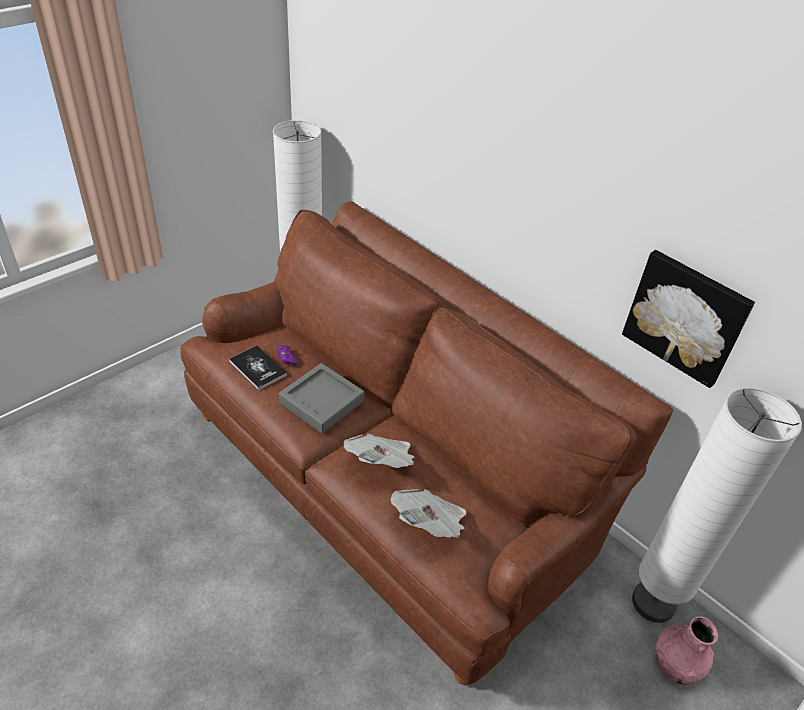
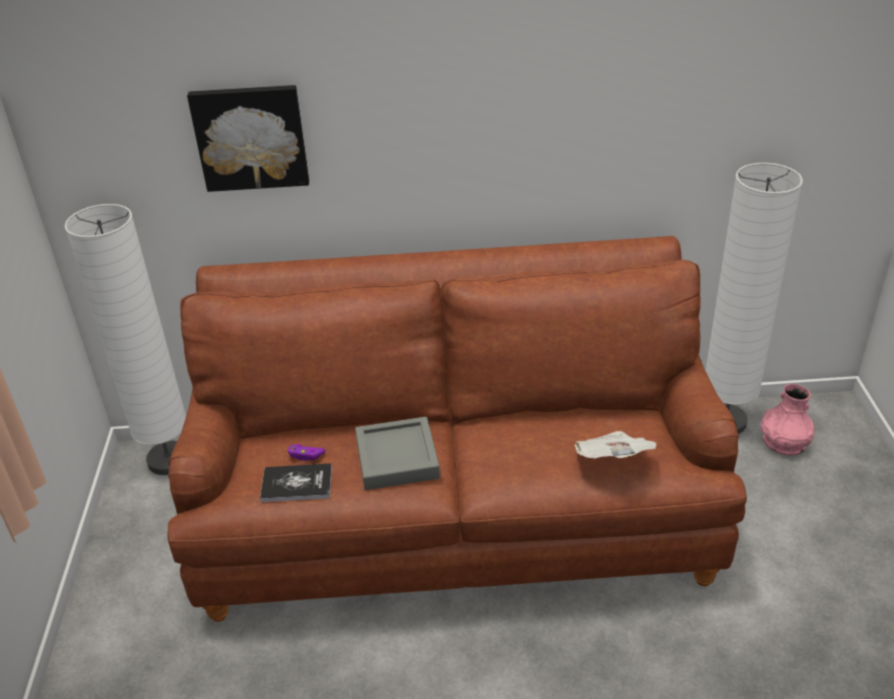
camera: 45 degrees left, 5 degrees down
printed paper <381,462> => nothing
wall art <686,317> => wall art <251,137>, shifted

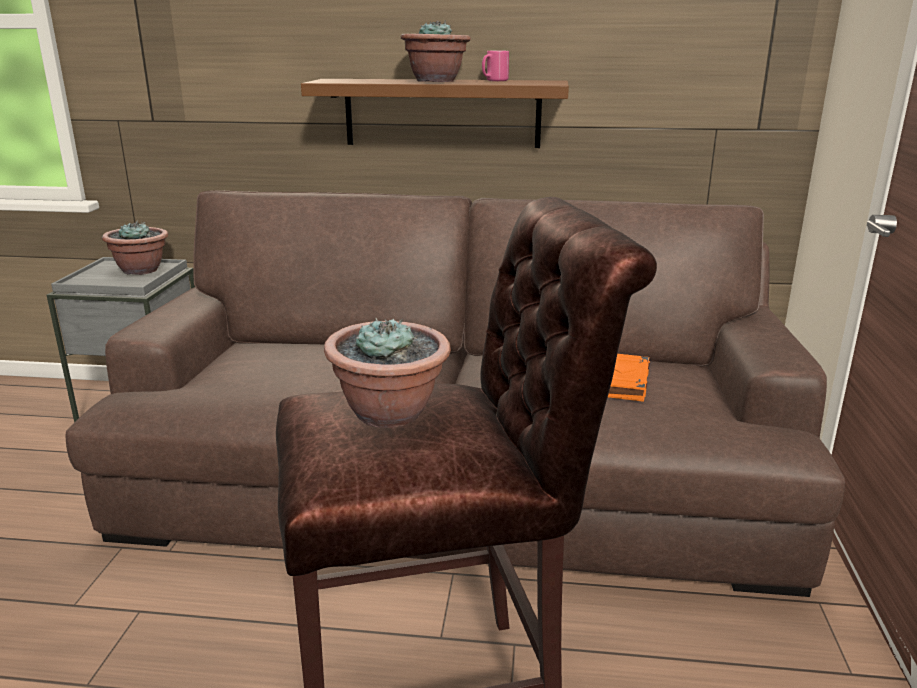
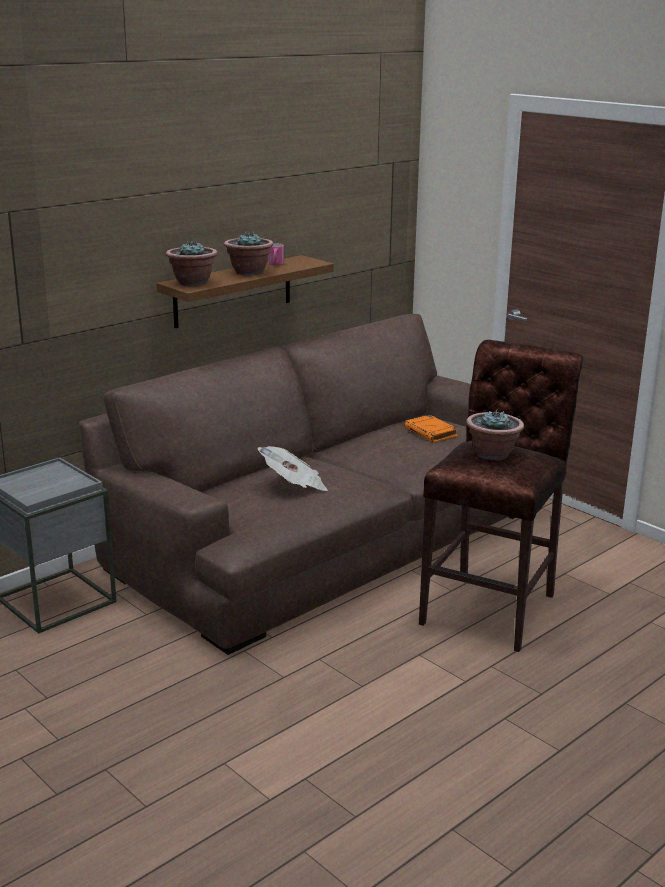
camera: 50 degrees left, 0 degrees up
plant in a pot <141,270> => plant in a pot <192,283>, shifted
nothing => printed paper <294,485>

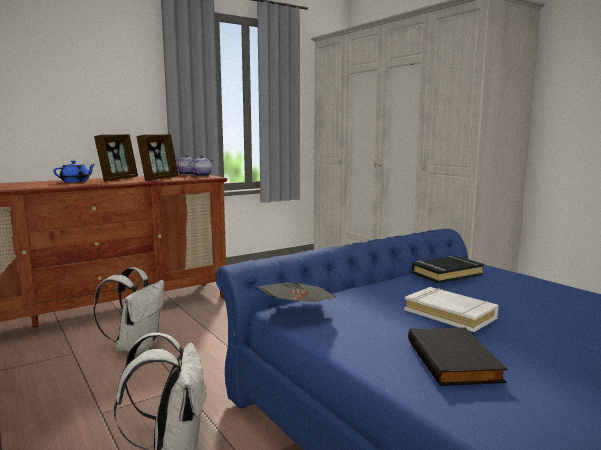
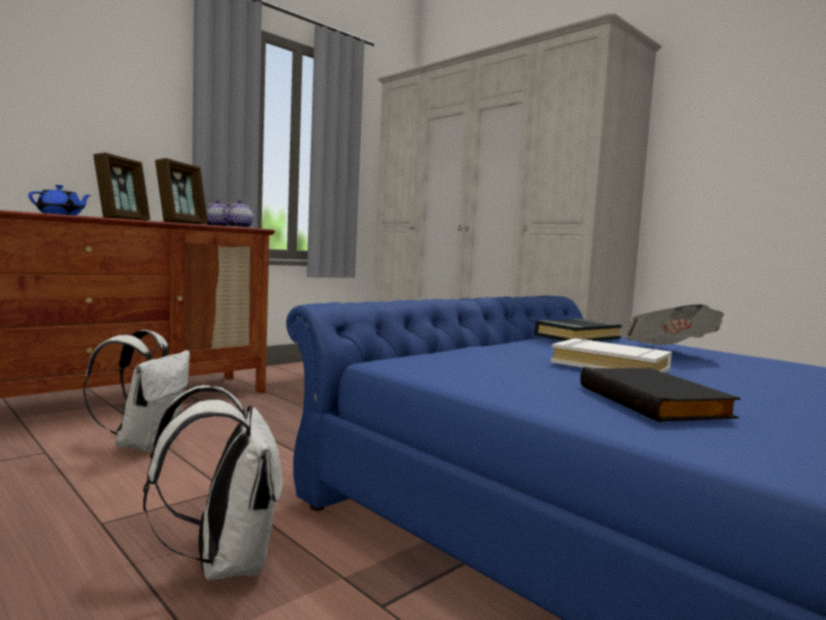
camera: 10 degrees left, 5 degrees down
printed paper <298,314> => printed paper <669,351>, shifted

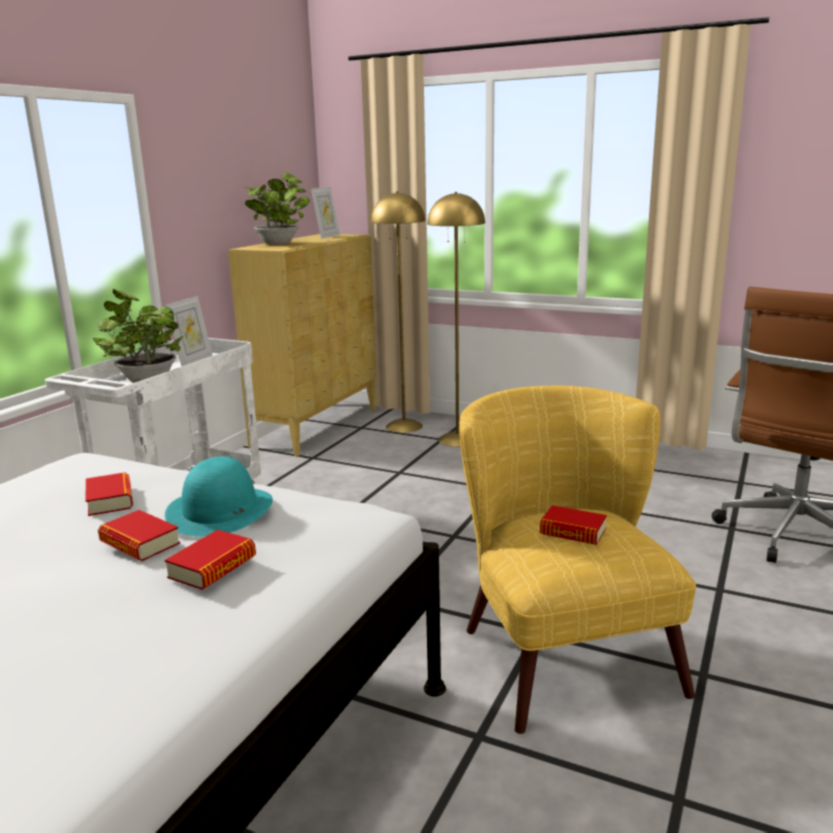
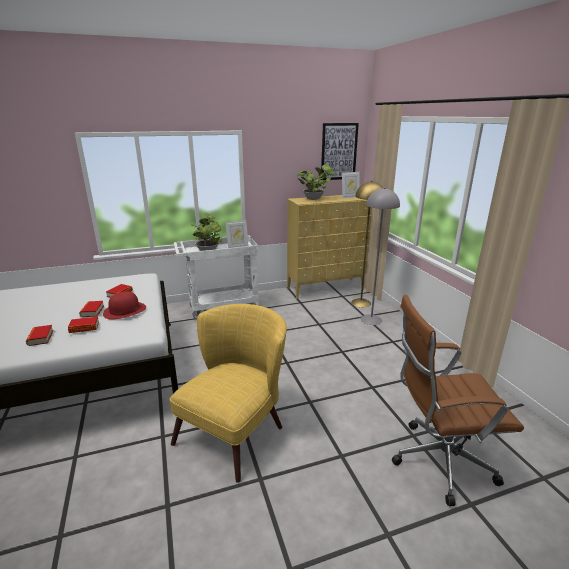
camera: 45 degrees right, 5 degrees up
blue-green hat <220,510> => red hat <124,310>
yellow-coloured standard lamp <457,439> => greyish standard lamp <371,319>
volume <572,531> => volume <40,338>, shifted
nothing => wall art <339,151>

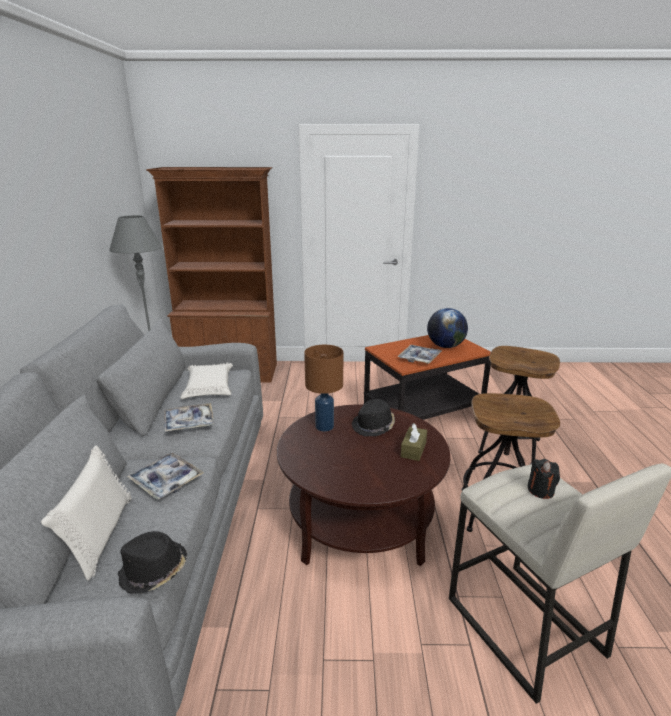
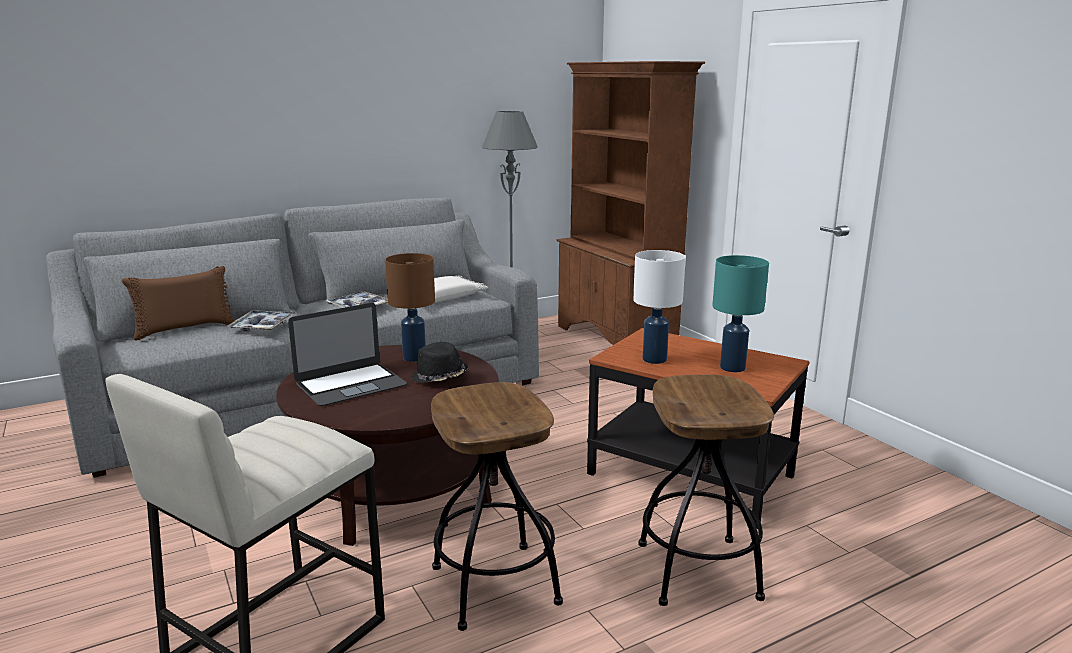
camera: 60 degrees right, 5 degrees down
white cushion <100,535> => brownish cushion <184,329>
black hat <153,572> => nothing
carrying tray <419,358> => white lamp for a table <655,359>
brownish tissue holder <413,449> => nothing
desk globe <445,346> => blue-green lamp for a table <732,367>
black wax candle <540,490> => nothing
nothing => notebook computer <351,384>

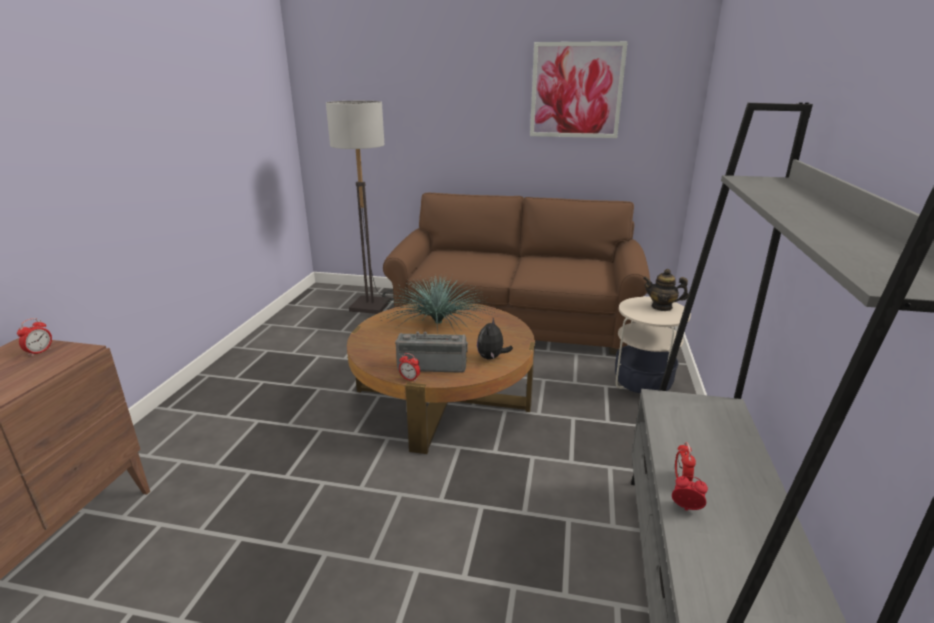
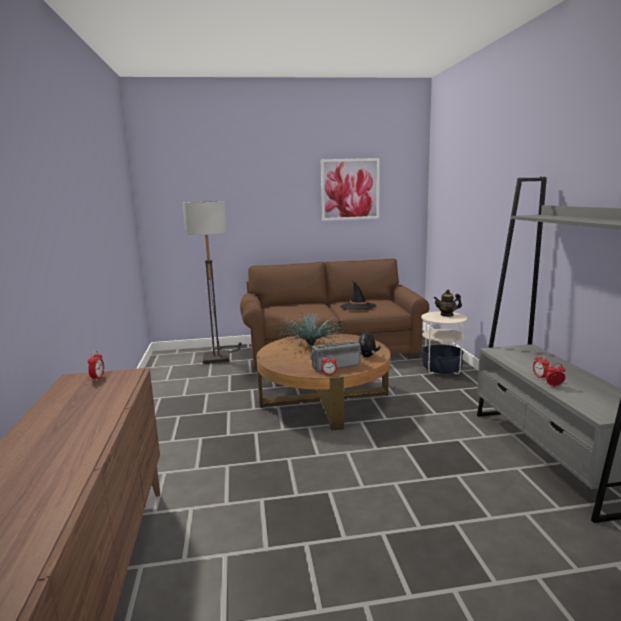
camera: 20 degrees left, 10 degrees down
nothing => black hat <358,306>

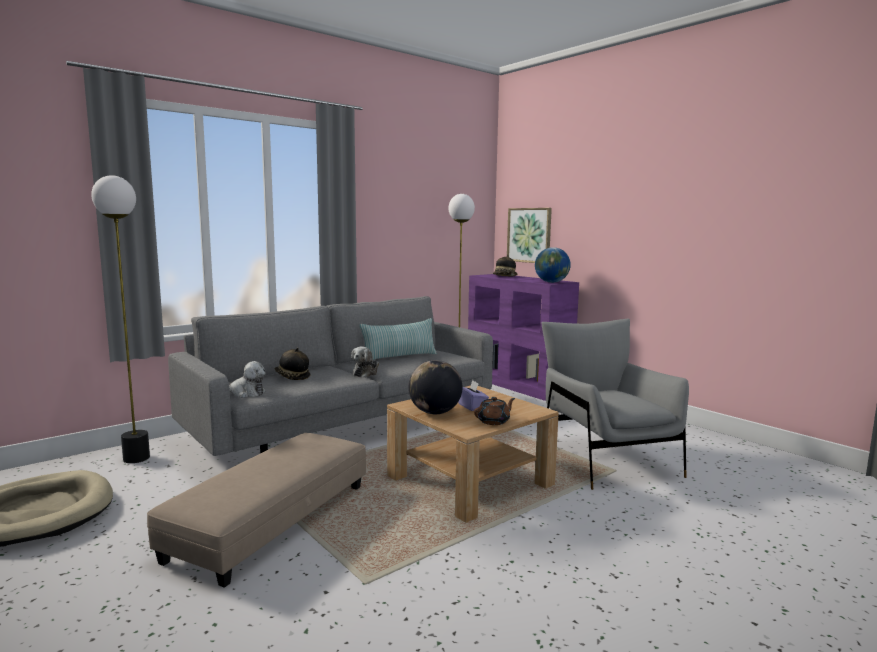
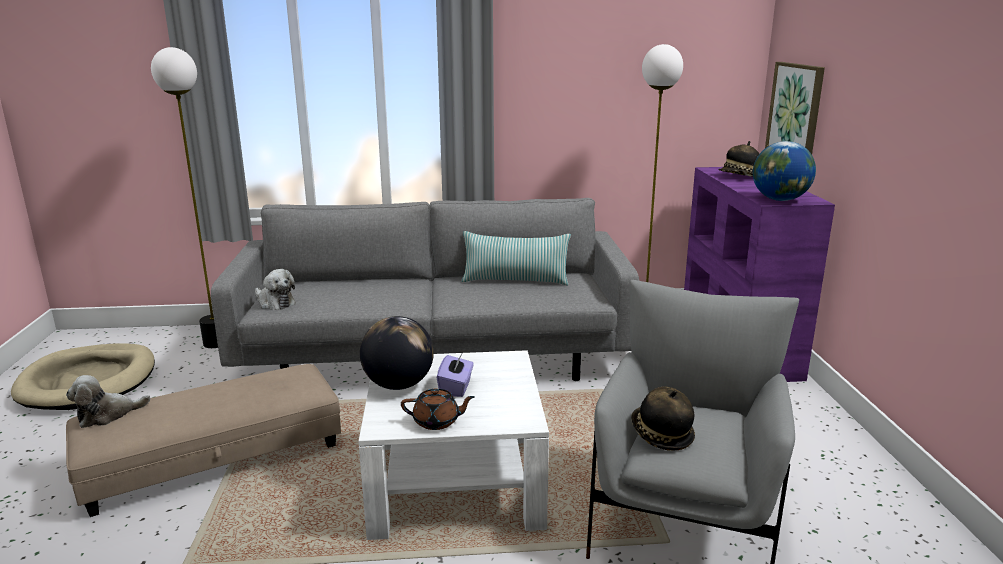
camera: 35 degrees right, 10 degrees up
hat <292,377> => hat <660,435>, shifted
soft toy <366,373> => soft toy <107,415>, shifted
brownish lounge table <470,481> => white lounge table <455,482>

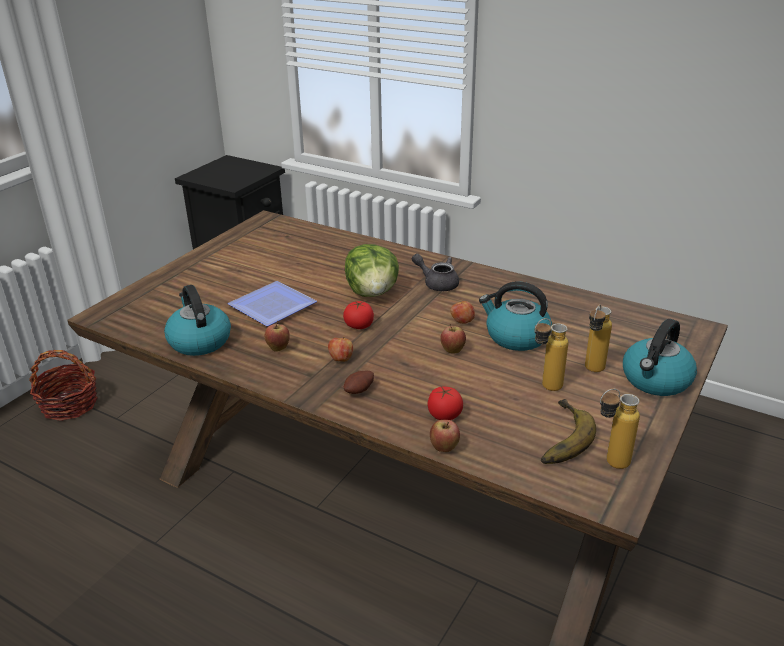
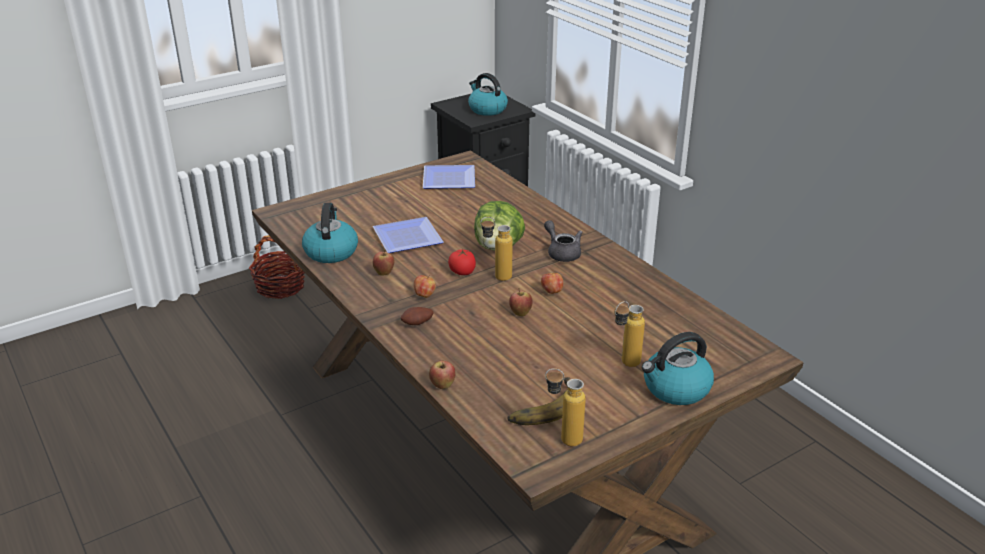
camera: 25 degrees right, 0 degrees up
whole tomato <444,415> => nothing
water kettle <516,337> => water kettle <487,109>, shifted
beverage bottle <544,388> => beverage bottle <496,277>, shifted
nothing => dinner plate <447,180>

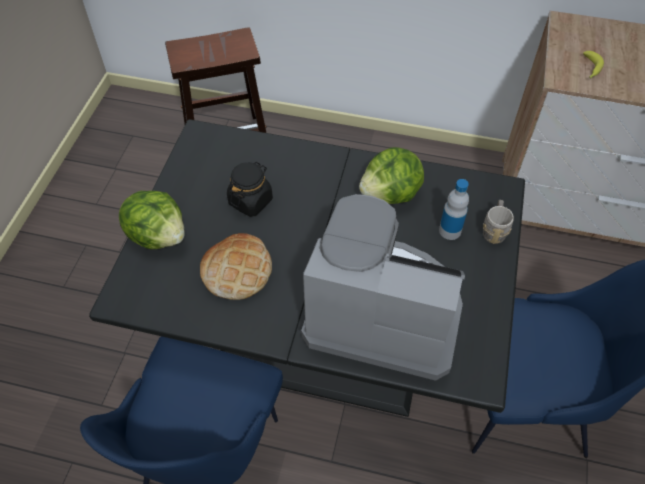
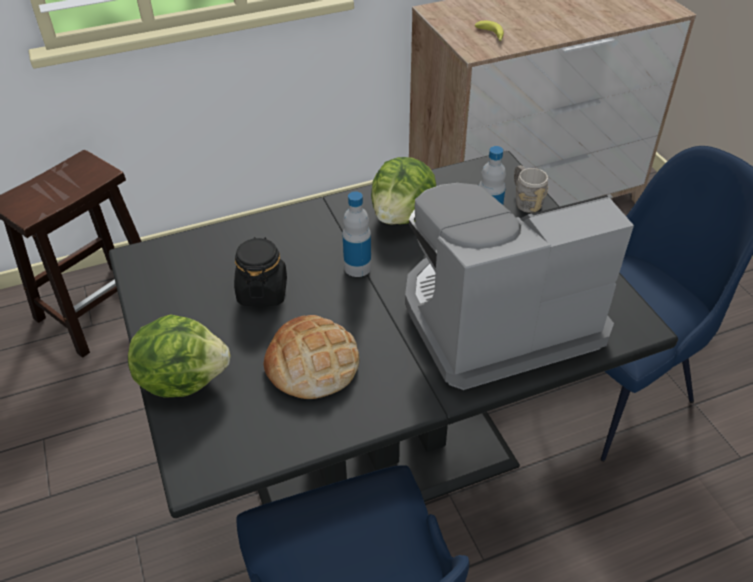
camera: 35 degrees left, 10 degrees down
nothing => beverage bottle <357,267>

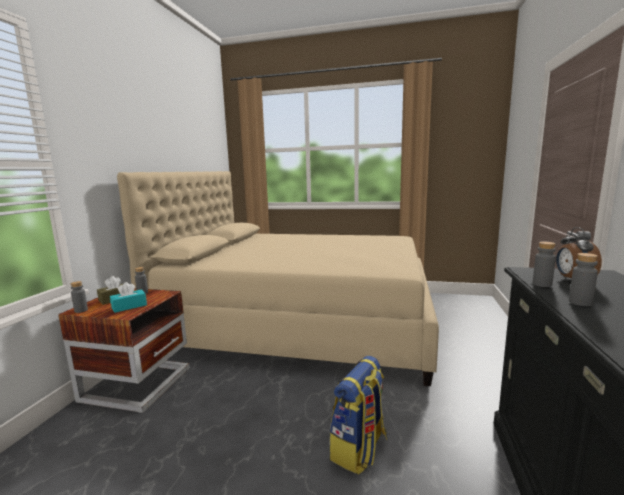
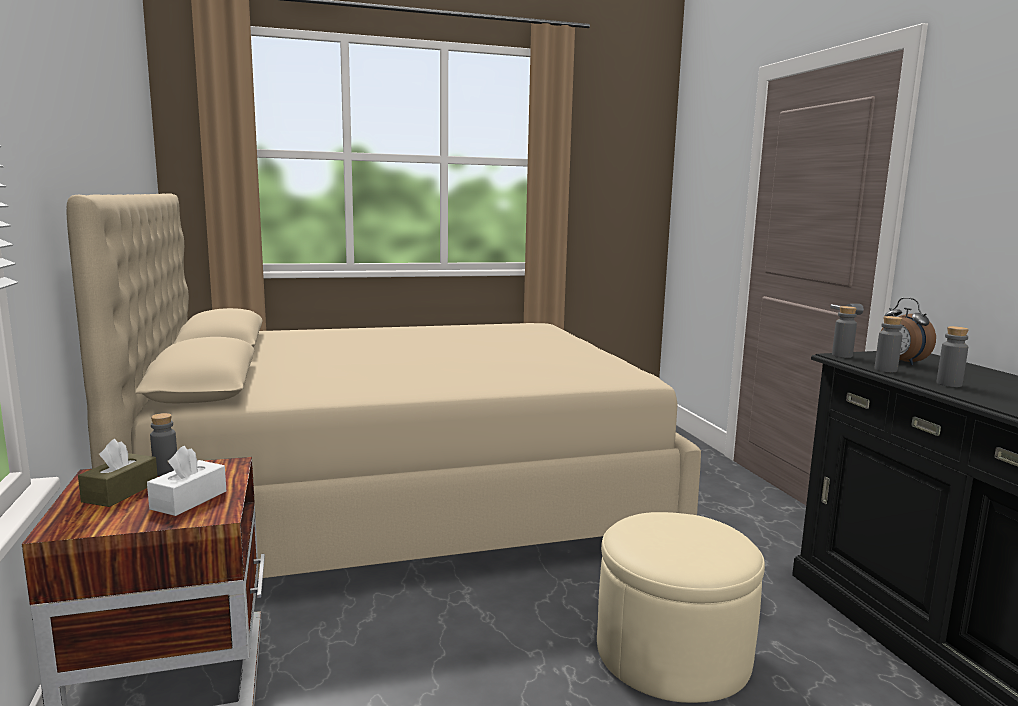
camera: 30 degrees left, 0 degrees up
greyish beverage bottle <81,310> => greyish beverage bottle <842,355>, shifted
blue-green tissue holder <129,306> => white tissue holder <189,500>
knapsack <359,449> => beige footrest <673,653>

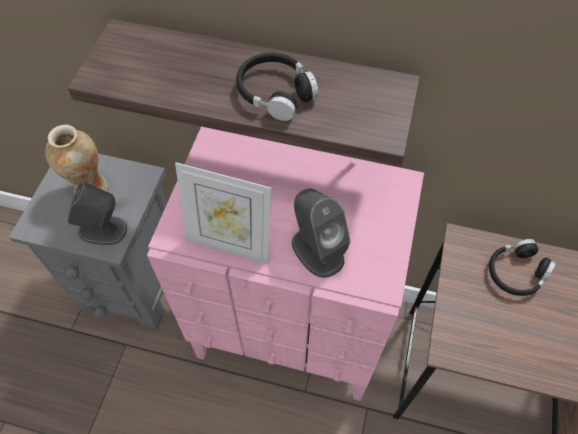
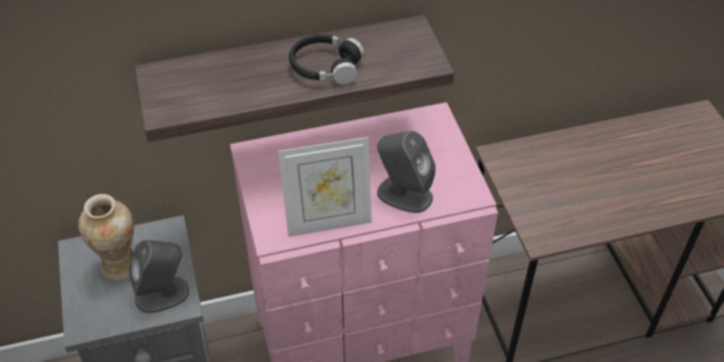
camera: 30 degrees left, 10 degrees down
black headphones <516,272> => nothing

